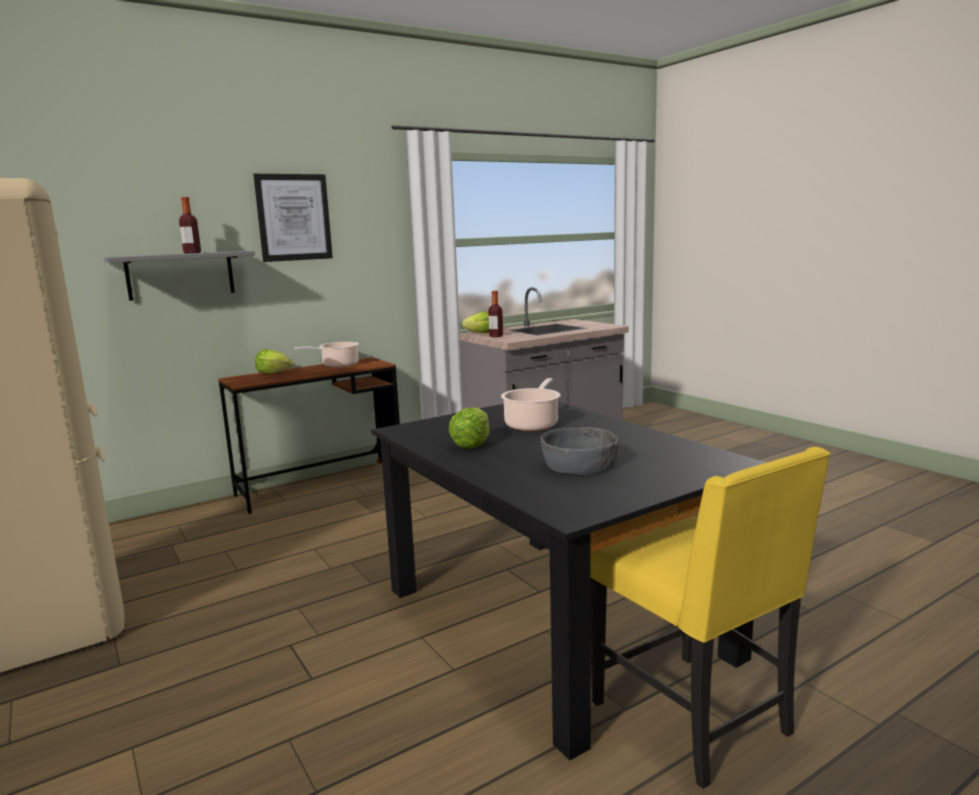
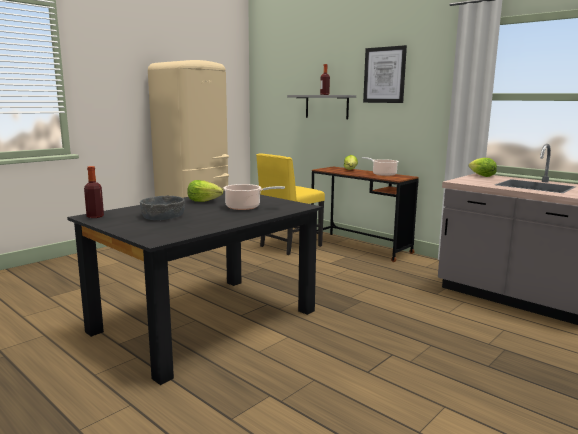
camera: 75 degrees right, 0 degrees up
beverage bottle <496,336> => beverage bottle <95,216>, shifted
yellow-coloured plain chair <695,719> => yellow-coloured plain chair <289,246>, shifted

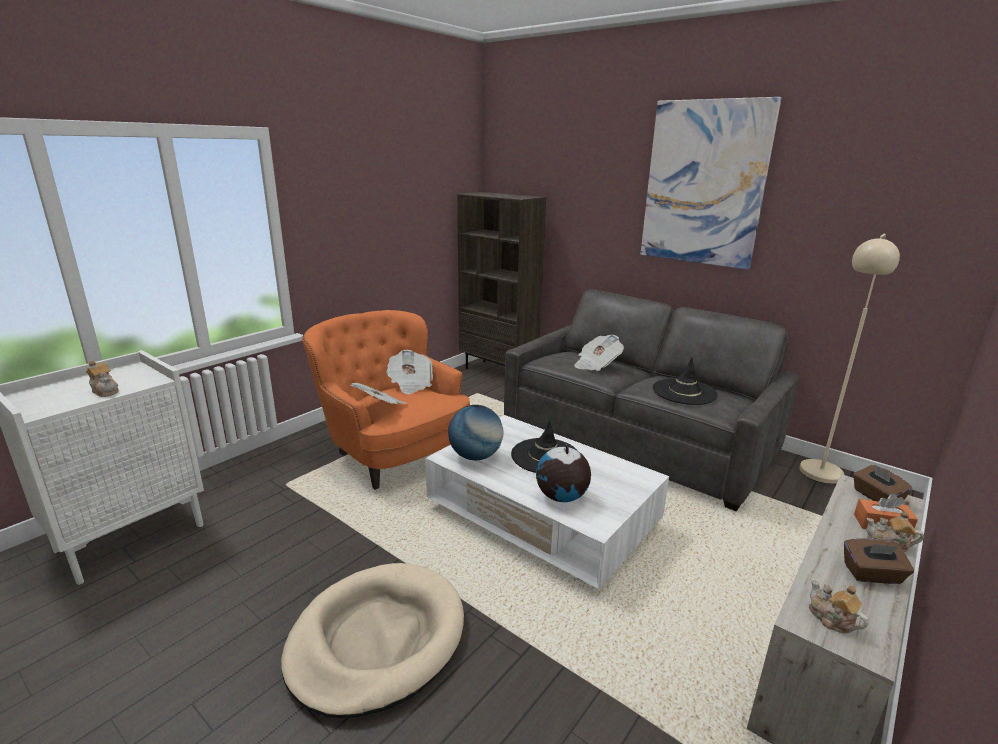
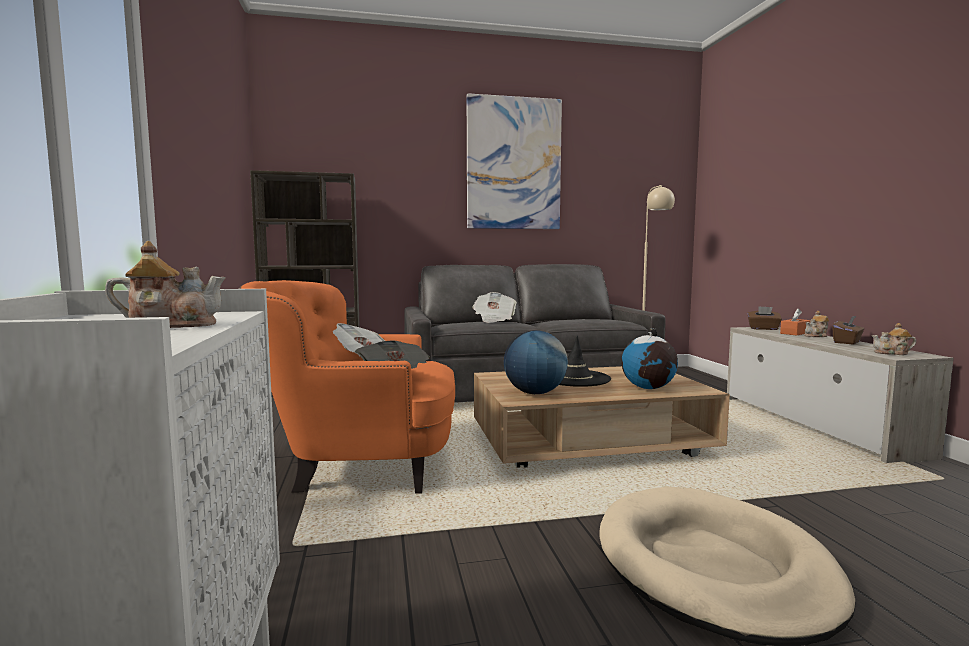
camera: 50 degrees left, 15 degrees down
white lounge table <541,518> => brownish lounge table <589,444>
black hat <684,392> => nothing

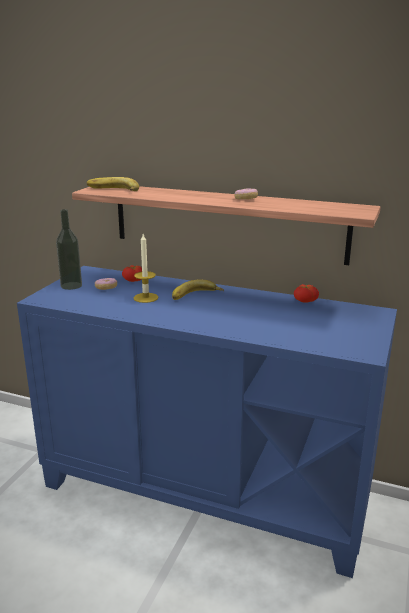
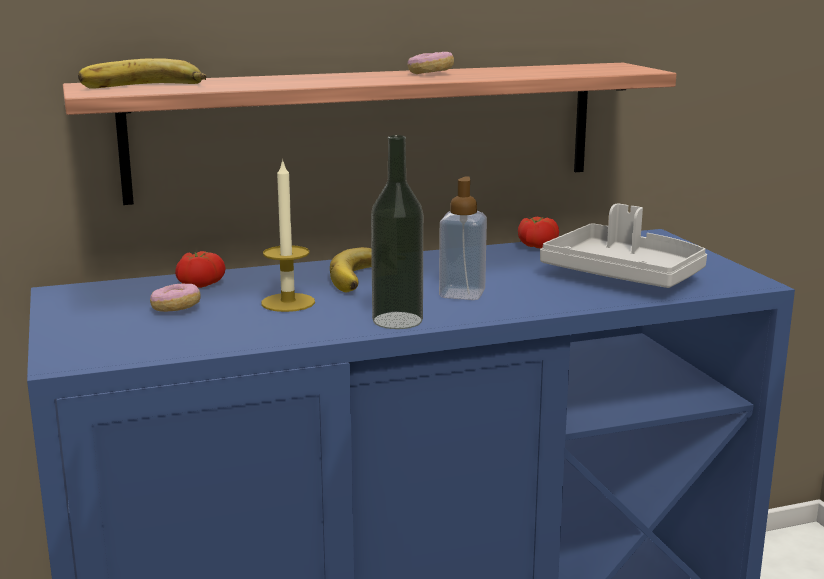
camera: 40 degrees left, 5 degrees down
beverage bottle <71,285> => beverage bottle <397,320>, shifted
nothing => soap dispenser <462,294>
nothing => greyish carrying tray <624,275>

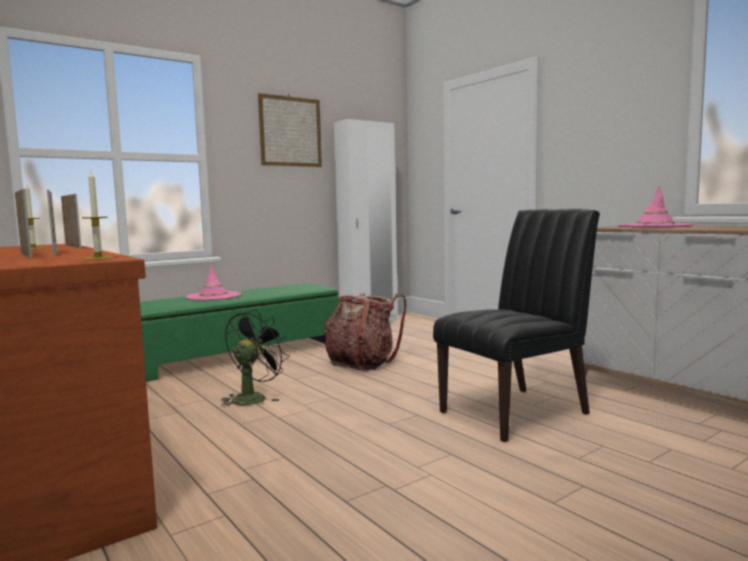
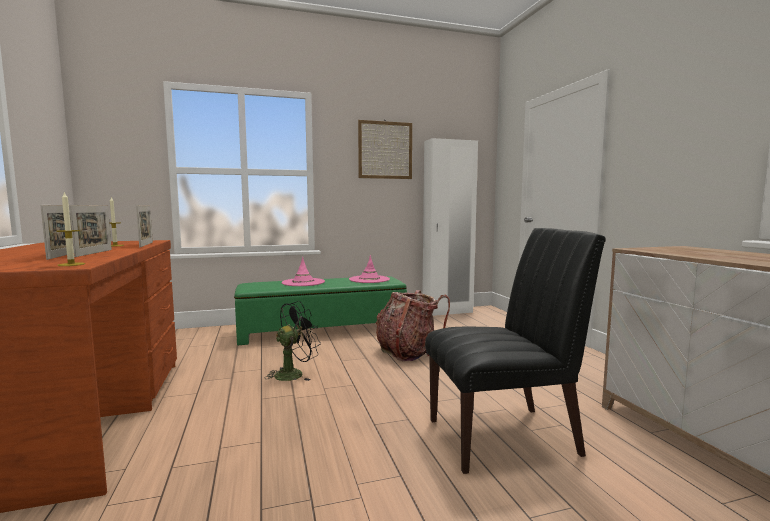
camera: 20 degrees right, 0 degrees up
pink-coloured hat <654,226> => pink-coloured hat <369,279>, shifted

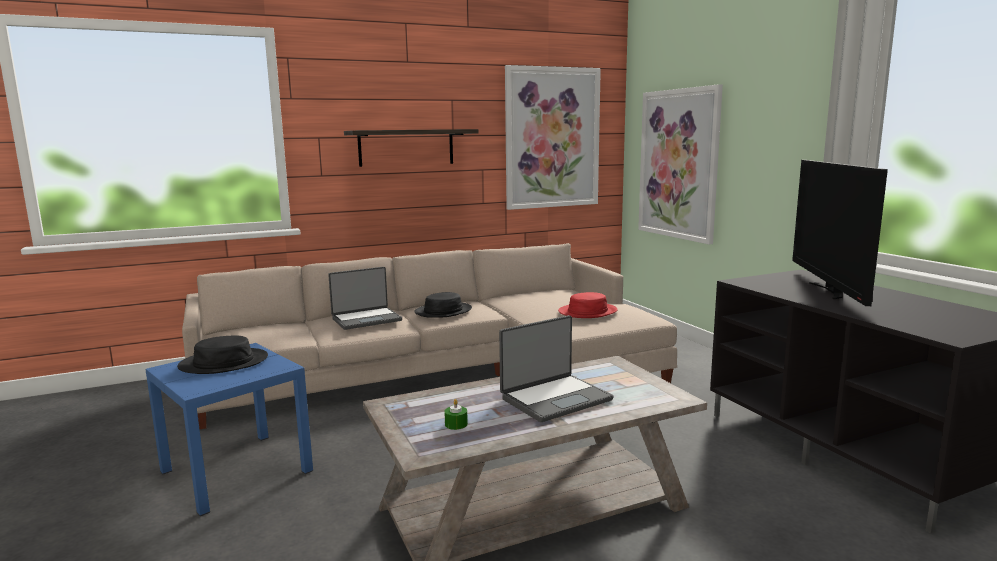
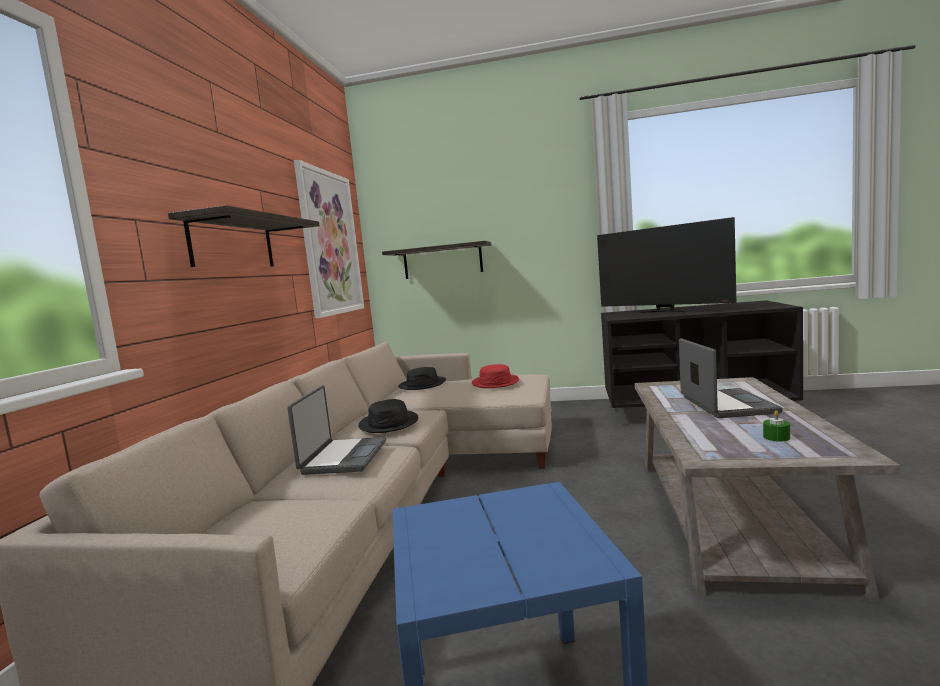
camera: 55 degrees left, 5 degrees down
black hat <224,362> => black hat <422,384>, shifted
wall art <678,164> => wall shelf <442,261>

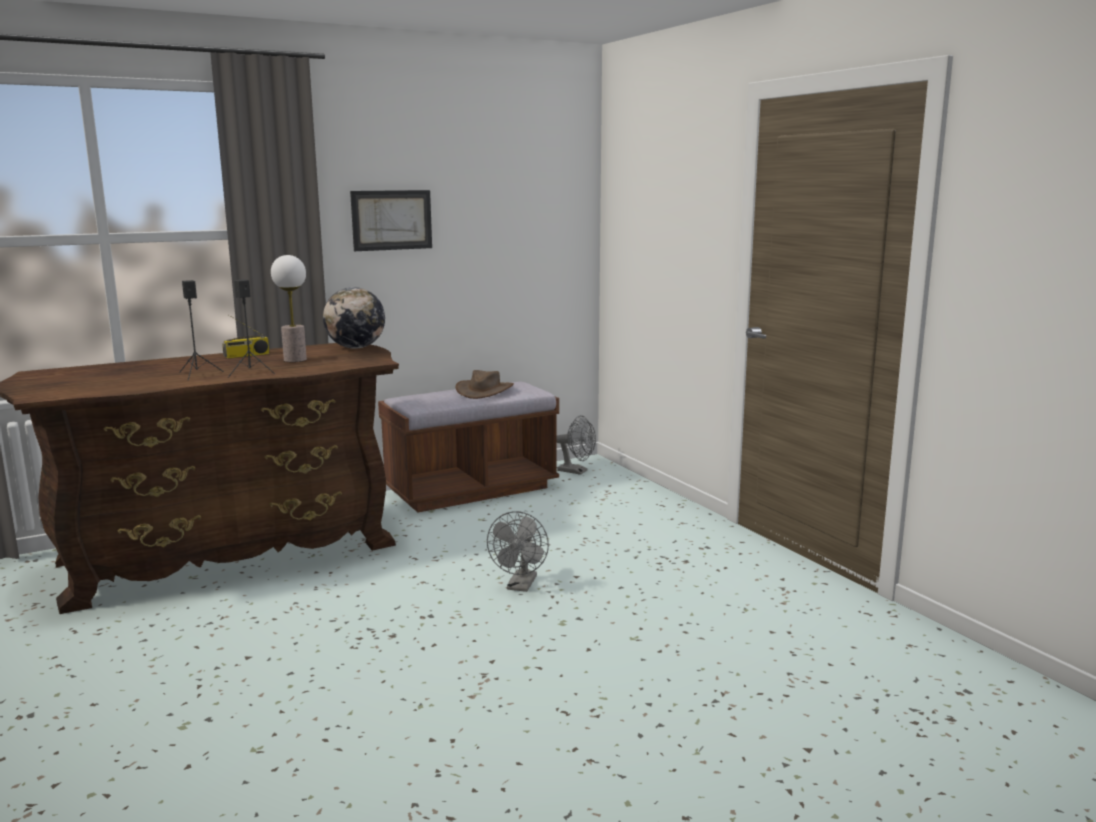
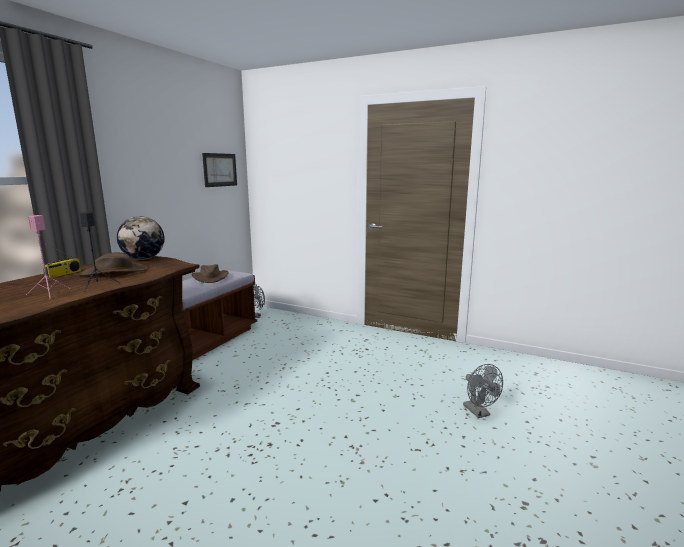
camera: 35 degrees left, 0 degrees up
black loudspeaker <197,374> => pink-coloured loudspeaker <49,294>
lamp for a table <295,360> => brownish hat <114,272>
wall art <391,220> => wall art <220,170>, shifted
greyish electric fan <520,586> => greyish electric fan <479,413>, shifted

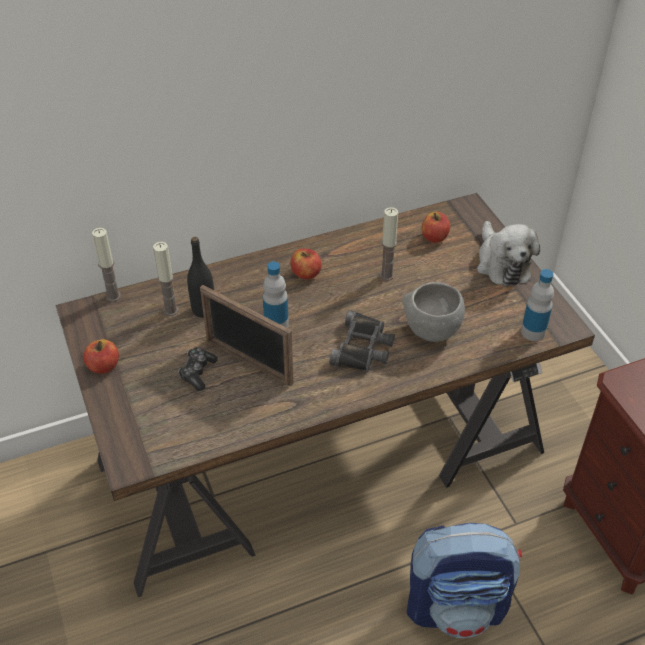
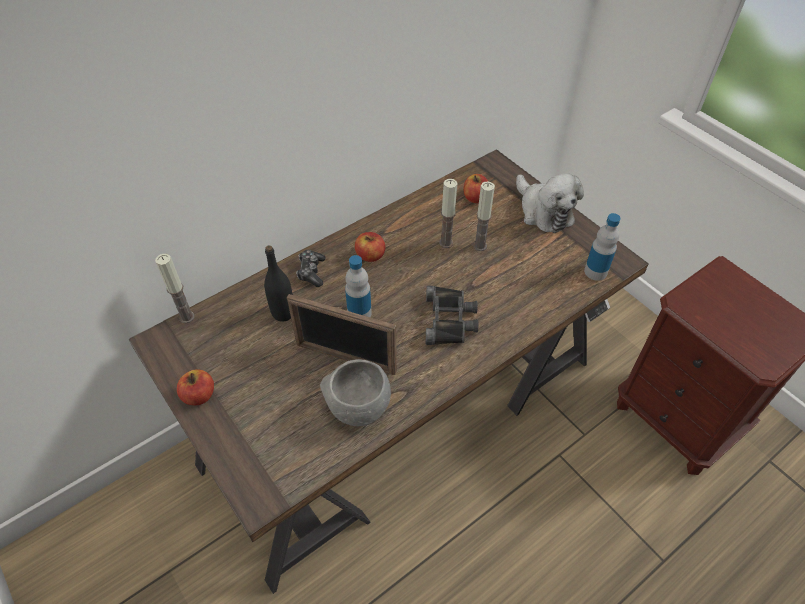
camera: 15 degrees left, 5 degrees up
wax candle <171,310> => wax candle <480,246>, shifted
gamepad <197,372> => gamepad <311,272>, shifted
greyish deep dish <431,331> => greyish deep dish <358,409>, shifted
knapsack <457,606> => nothing

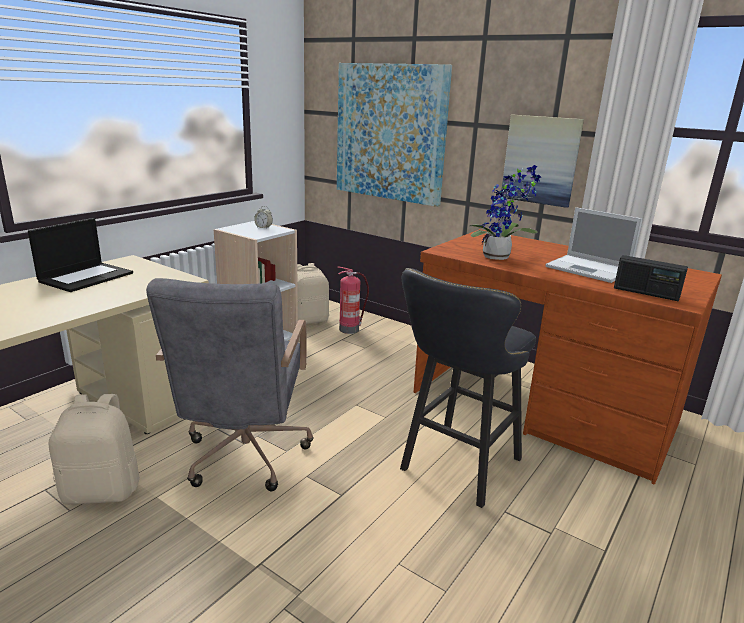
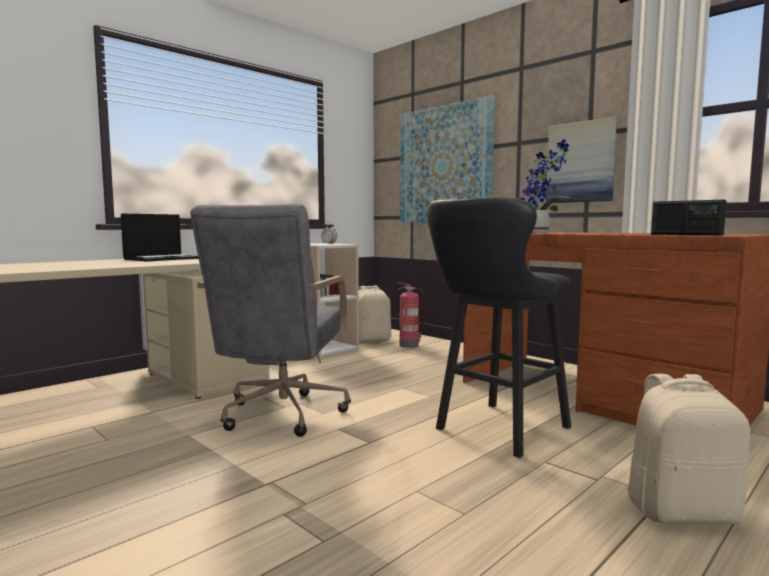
camera: 10 degrees right, 15 degrees down
beige knapsack <102,490> => beige knapsack <681,511>, shifted
notebook computer <589,269> => nothing

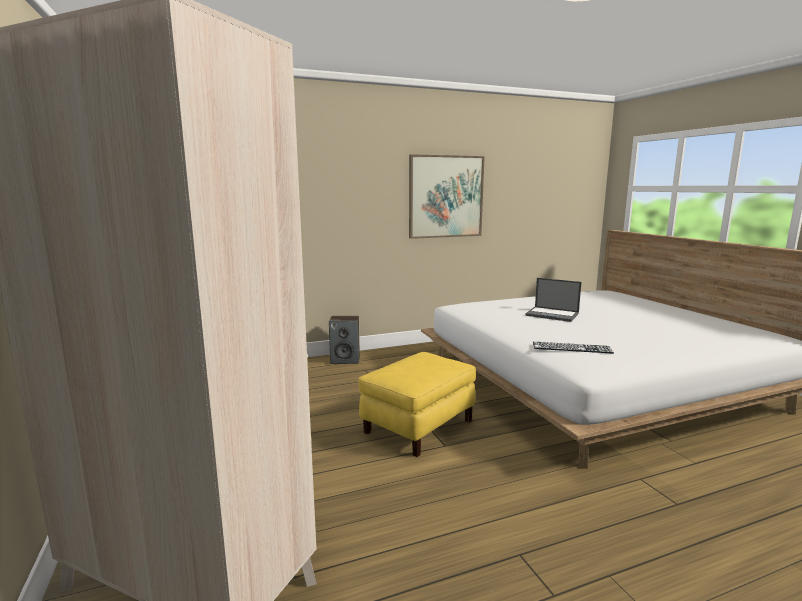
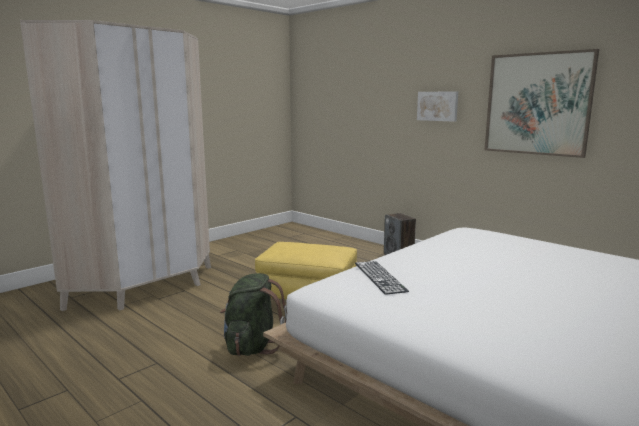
camera: 65 degrees right, 0 degrees up
notebook computer <553,314> => nothing
nothing => greenish knapsack <252,346>
nothing => wall art <438,106>

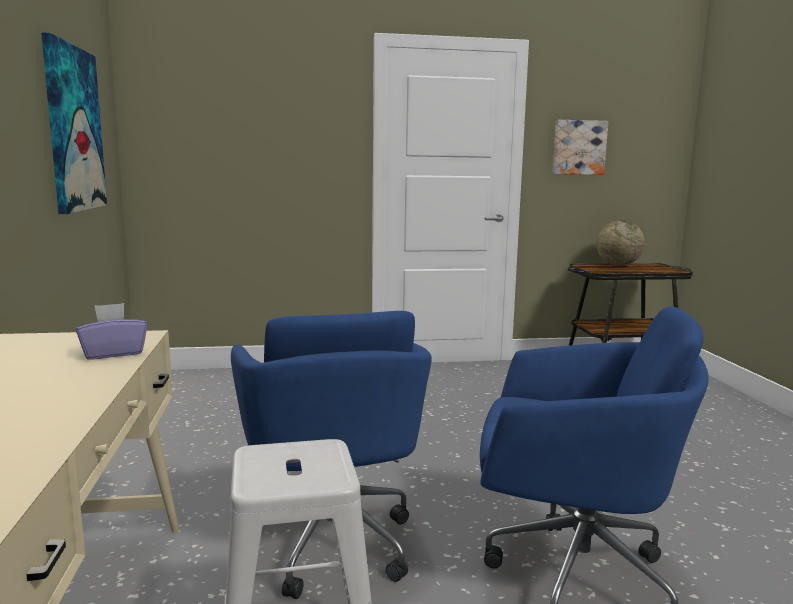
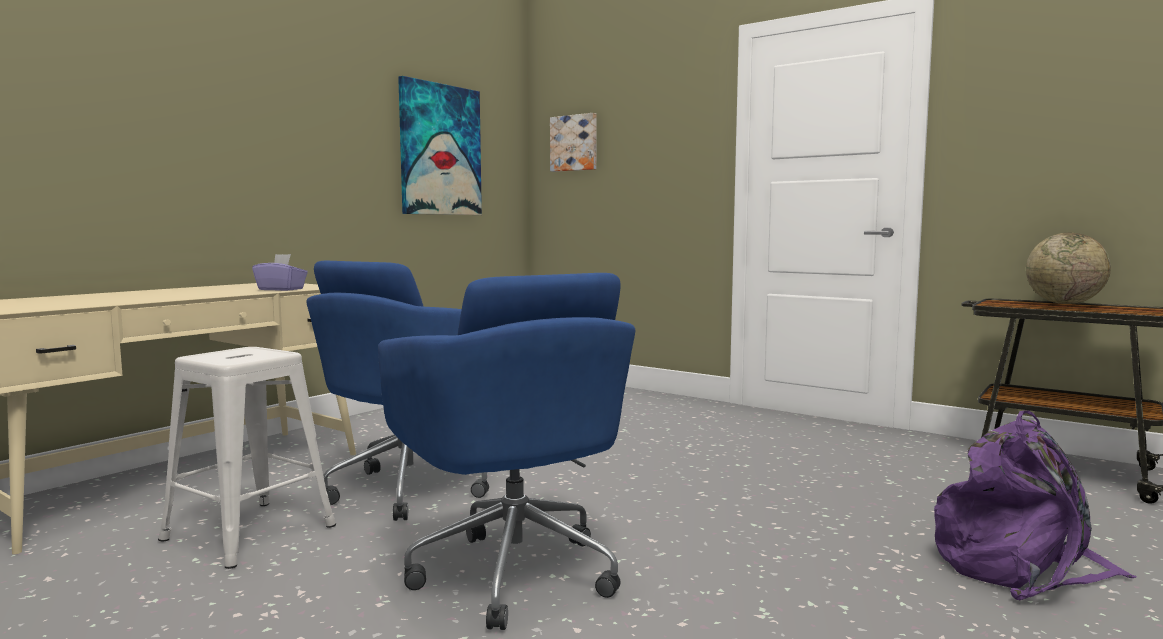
camera: 45 degrees right, 5 degrees down
wall art <578,147> => wall art <574,143>, shifted
nothing => purple knapsack <1020,567>

